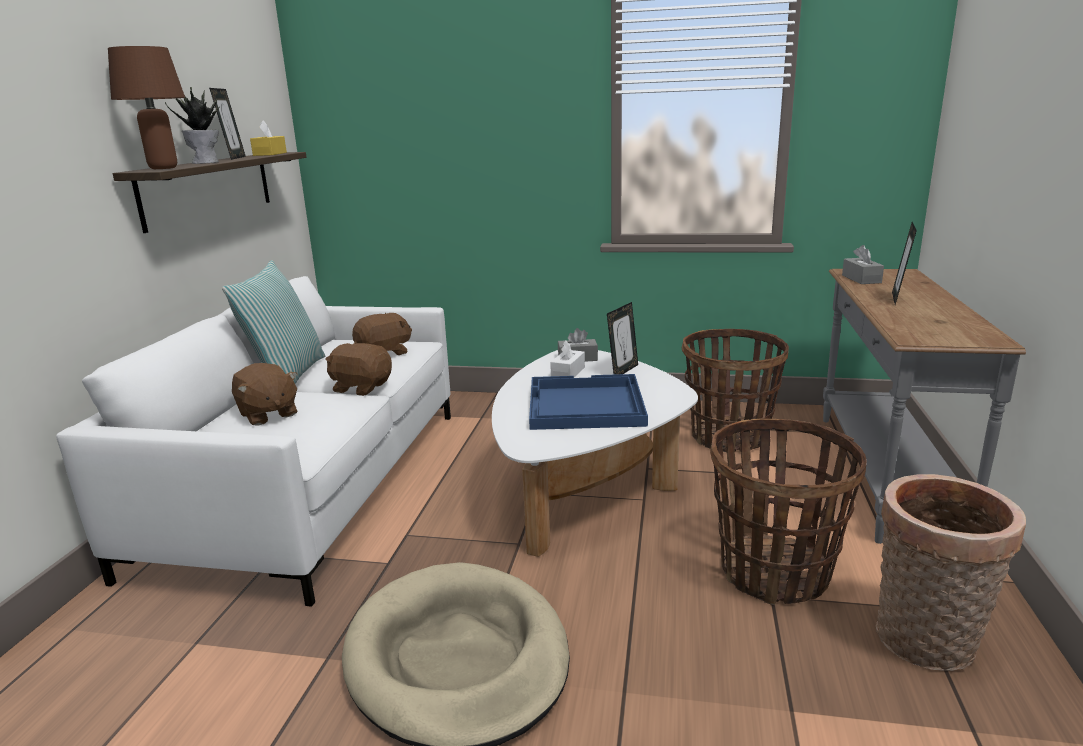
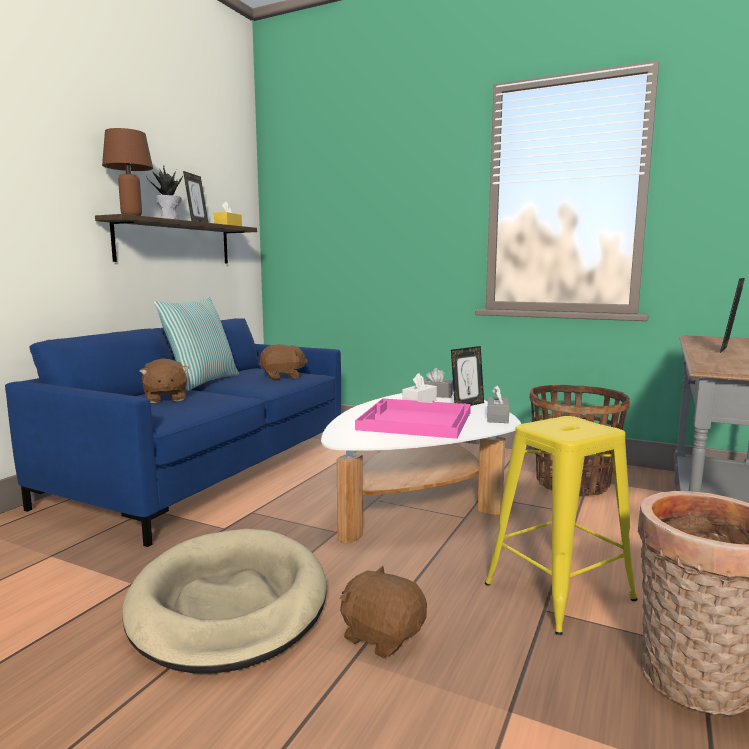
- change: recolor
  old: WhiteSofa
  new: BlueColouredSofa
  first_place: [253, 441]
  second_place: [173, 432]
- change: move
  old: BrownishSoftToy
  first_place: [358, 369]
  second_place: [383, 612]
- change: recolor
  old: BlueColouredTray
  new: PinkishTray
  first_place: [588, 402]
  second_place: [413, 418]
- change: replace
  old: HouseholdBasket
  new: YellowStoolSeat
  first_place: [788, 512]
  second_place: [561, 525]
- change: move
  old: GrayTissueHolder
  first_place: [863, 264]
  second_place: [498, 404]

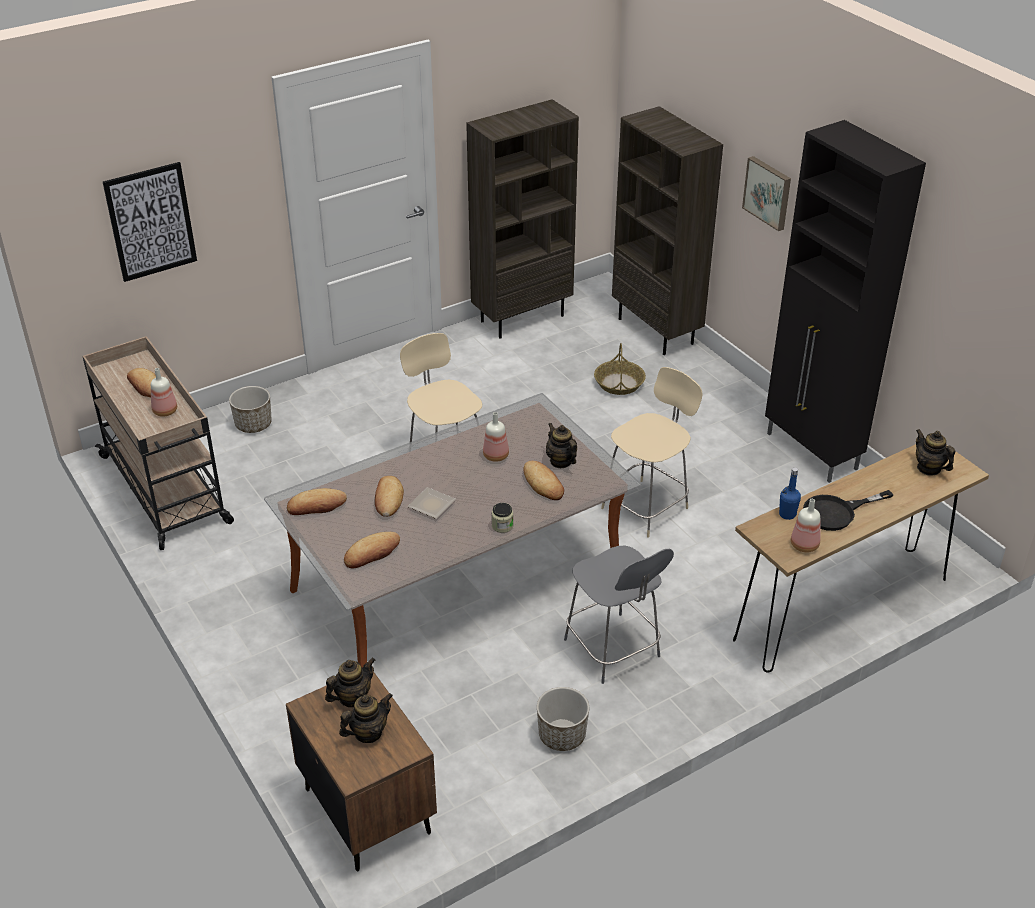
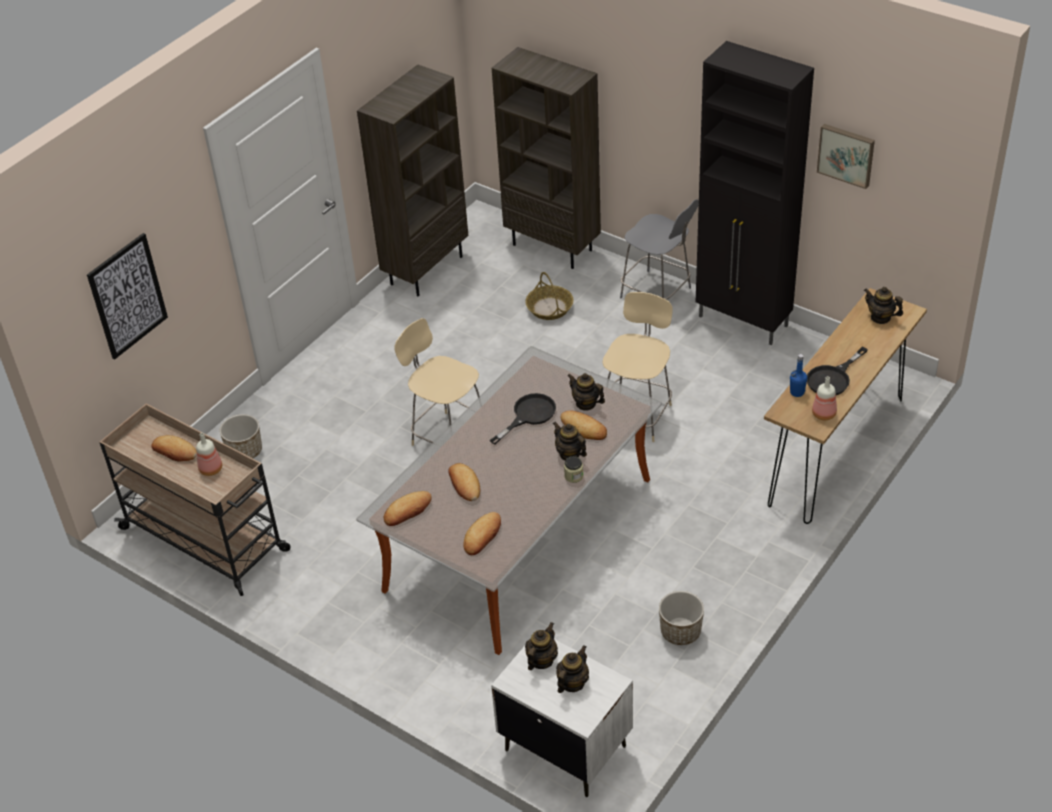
- change: replace
  old: BeverageBottle
  new: BlackColouredSkillet
  first_place: [496, 437]
  second_place: [522, 419]
- change: recolor
  old: BrownishBedsideTable
  new: WhiteBedsideTable
  first_place: [361, 772]
  second_place: [562, 718]
- change: insert
  new: Teapot
  second_place: [570, 441]
- change: move
  old: GrayPlainChair
  first_place: [619, 615]
  second_place: [659, 249]
- change: move
  old: Picture
  first_place: [766, 193]
  second_place: [846, 156]
- change: delete
  old: Plate
  first_place: [432, 503]

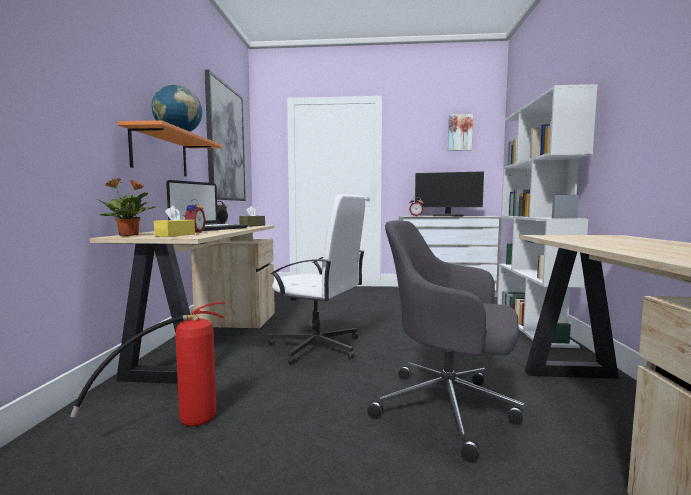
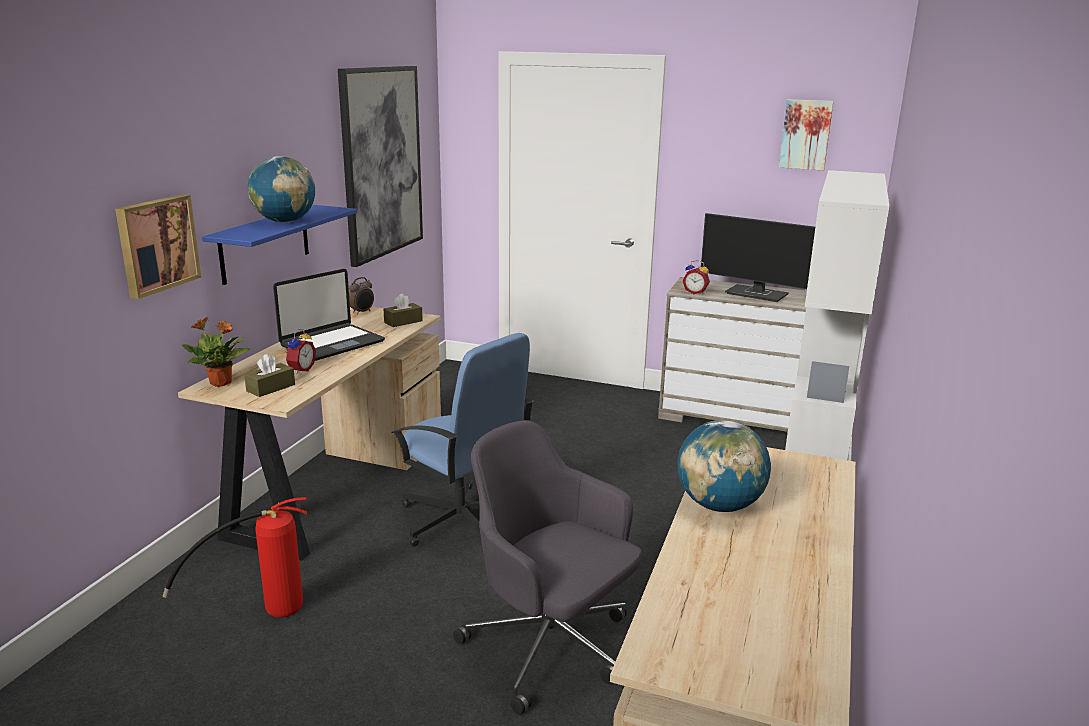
- change: insert
  new: Picture
  second_place: [158, 246]
- change: recolor
  old: OrangeColouredBracketShelf
  new: BlueColouredBracketShelf
  first_place: [170, 148]
  second_place: [279, 245]
- change: recolor
  old: YellowTissueHolder
  new: BrownishTissueHolder
  first_place: [174, 221]
  second_place: [269, 375]
- change: recolor
  old: WhiteComputerChair
  new: BlueColouredComputerChair
  first_place: [316, 279]
  second_place: [463, 440]
- change: insert
  new: WorldGlobe
  second_place: [724, 466]

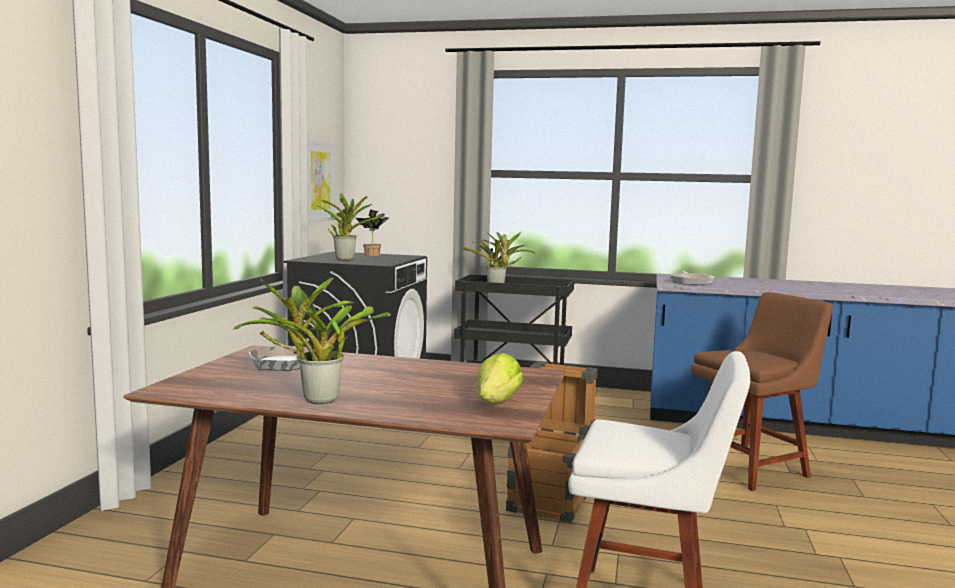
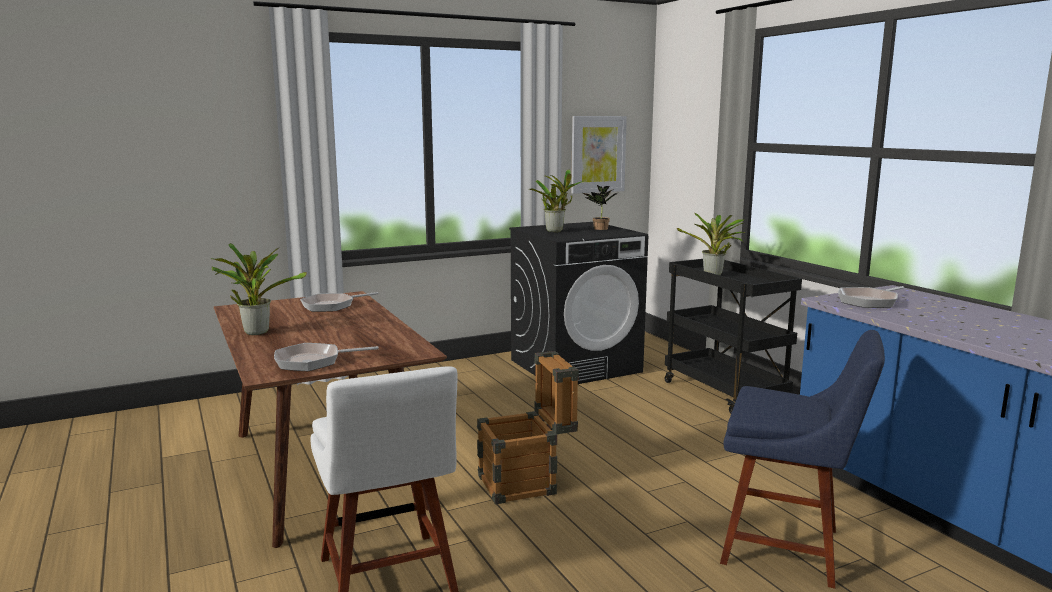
- change: replace
  old: LettuceHead
  new: Skillet
  first_place: [499, 378]
  second_place: [326, 357]
- change: recolor
  old: BrownishPlainChair
  new: BlueColouredPlainChair
  first_place: [762, 391]
  second_place: [802, 459]

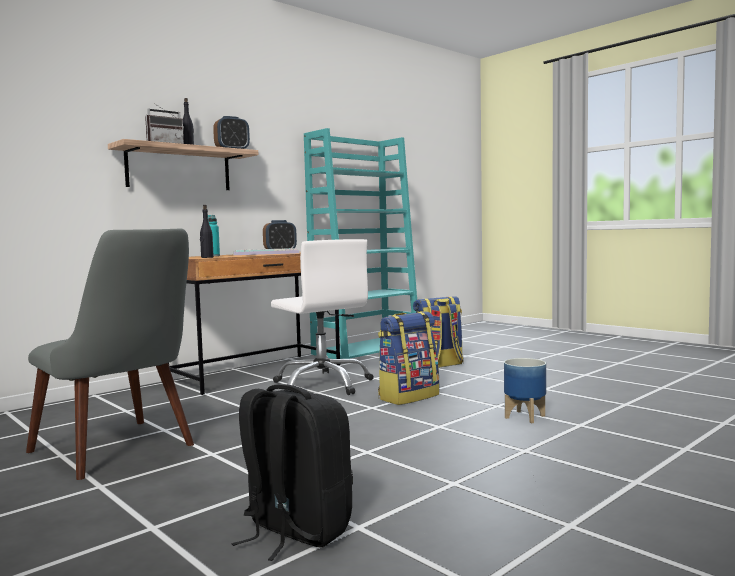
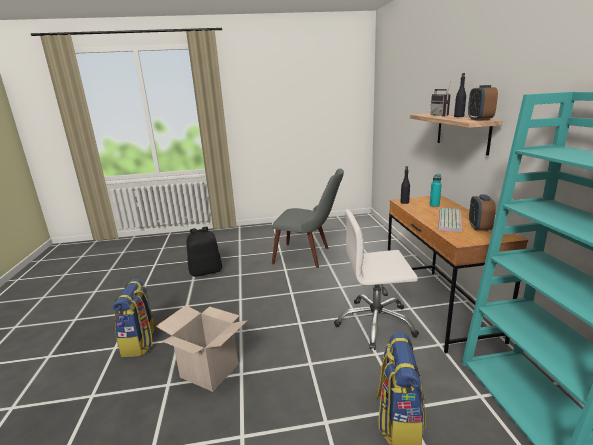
- change: move
  old: Knapsack
  first_place: [408, 358]
  second_place: [136, 318]
- change: replace
  old: PlantPot
  new: PackingBox
  first_place: [525, 390]
  second_place: [202, 348]
- change: rotate
  old: GrayPlainChair
  first_place: [110, 354]
  second_place: [308, 218]
  degrees: -150

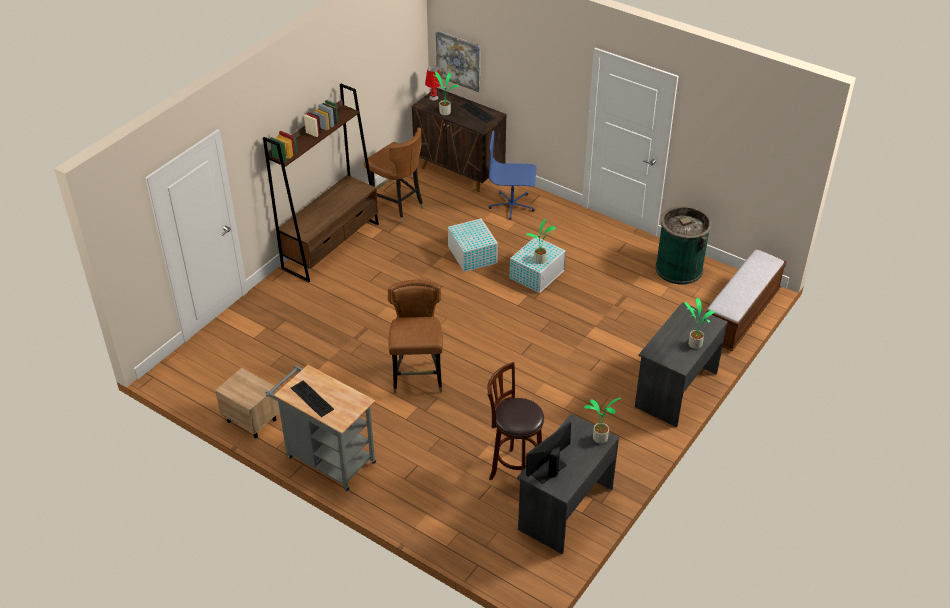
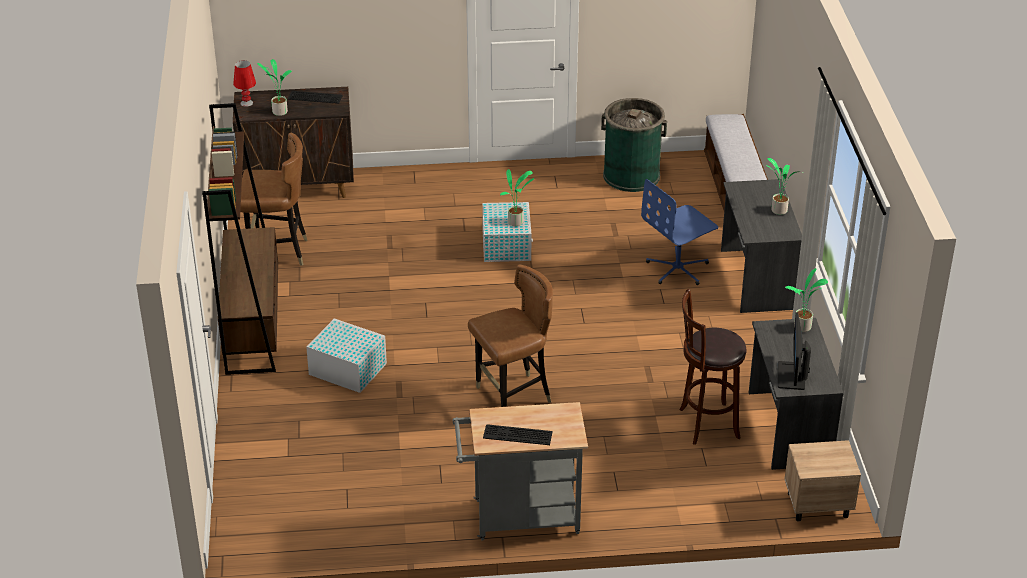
- change: move
  old: WhiteStorageBin
  first_place: [473, 245]
  second_place: [346, 355]
- change: rotate
  old: BrownishPlainChair
  first_place: [415, 337]
  second_place: [510, 336]
  degrees: 105
- change: move
  old: BlueColouredComputerChair
  first_place: [513, 175]
  second_place: [679, 232]
- change: move
  old: BeigeBedsideTable
  first_place: [247, 403]
  second_place: [822, 481]
- change: delete
  old: Picture
  first_place: [458, 61]

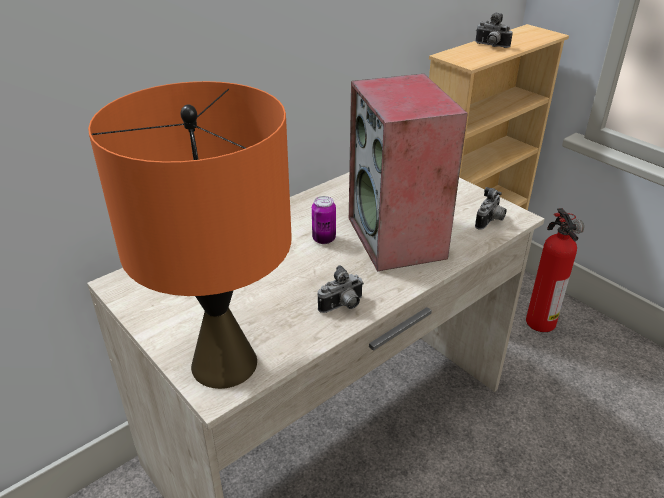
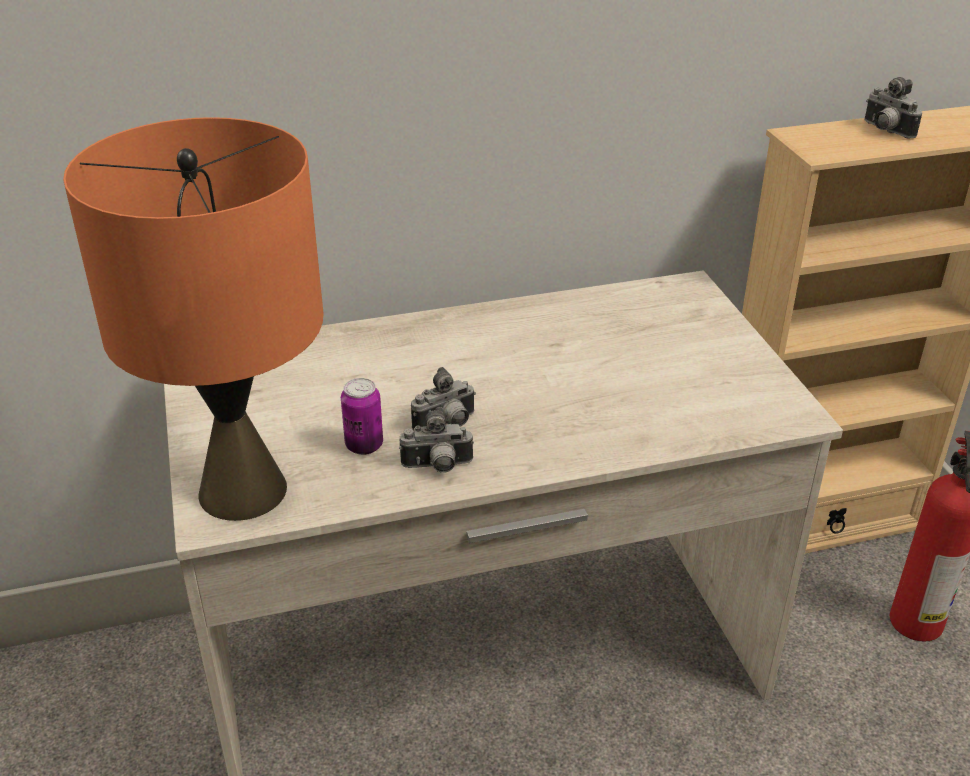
- change: move
  old: Can
  first_place: [324, 220]
  second_place: [362, 416]
- change: move
  old: PhotoCamera
  first_place: [491, 208]
  second_place: [443, 399]
- change: delete
  old: Speaker
  first_place: [408, 172]

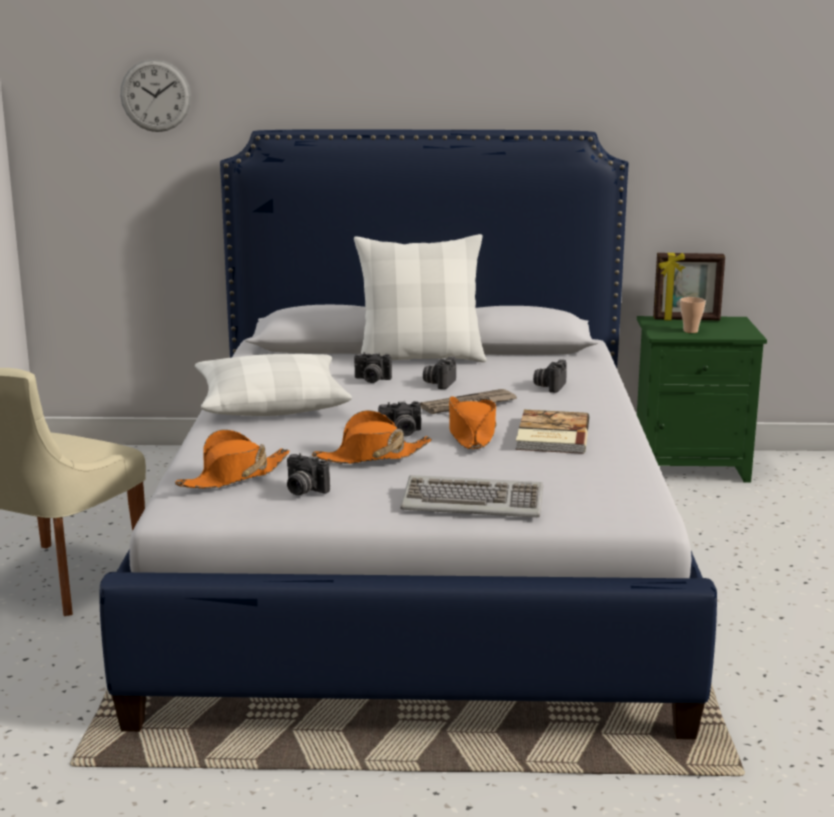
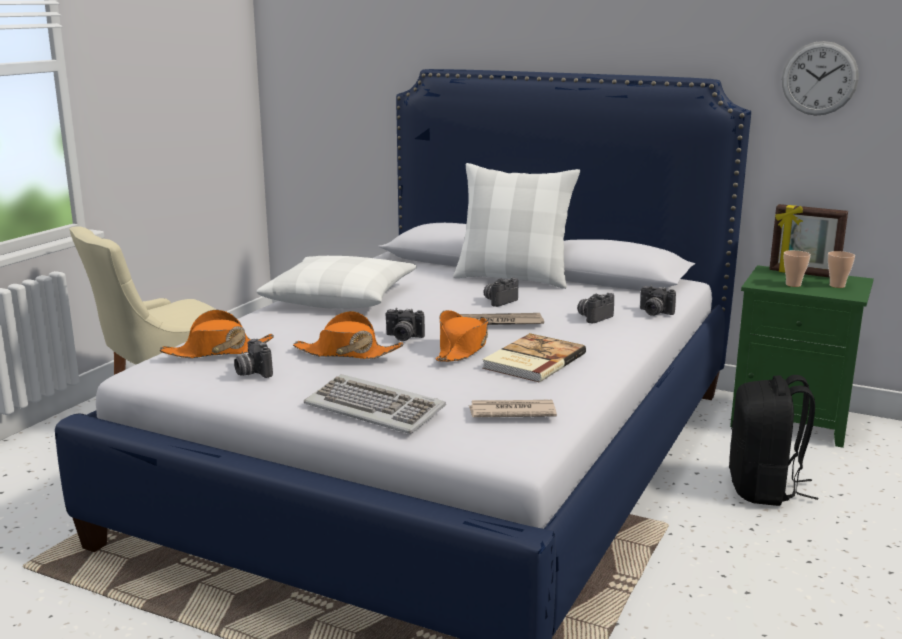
- change: insert
  new: PrintedPaper
  second_place: [513, 408]
- change: move
  old: PhotoCamera
  first_place: [373, 367]
  second_place: [658, 300]
- change: insert
  new: BlackColouredKnapsack
  second_place: [773, 440]
- change: move
  old: HangingClock
  first_place: [155, 95]
  second_place: [820, 78]
- change: insert
  new: DrinkingCup
  second_place: [841, 269]

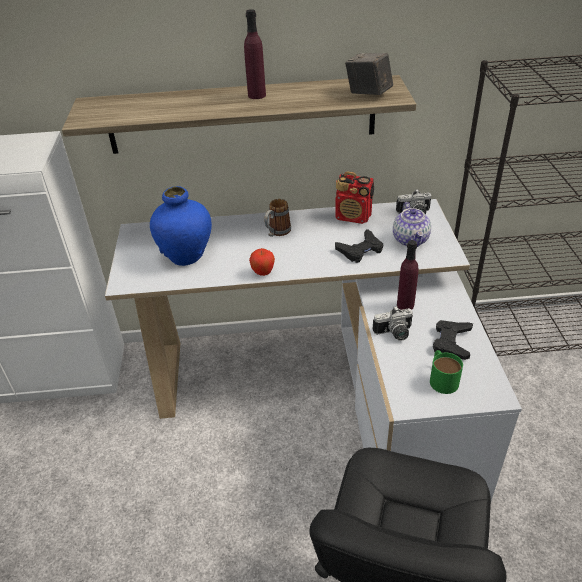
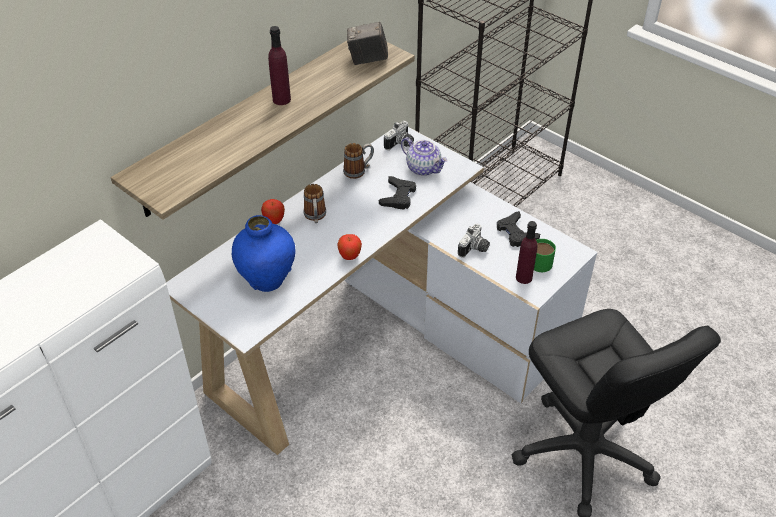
- change: insert
  new: AppleFruit
  second_place: [273, 211]
- change: replace
  old: RadioSet
  new: Mug
  first_place: [355, 197]
  second_place: [358, 161]
- change: move
  old: PurpleColouredBeverageBottle
  first_place: [408, 275]
  second_place: [526, 252]

